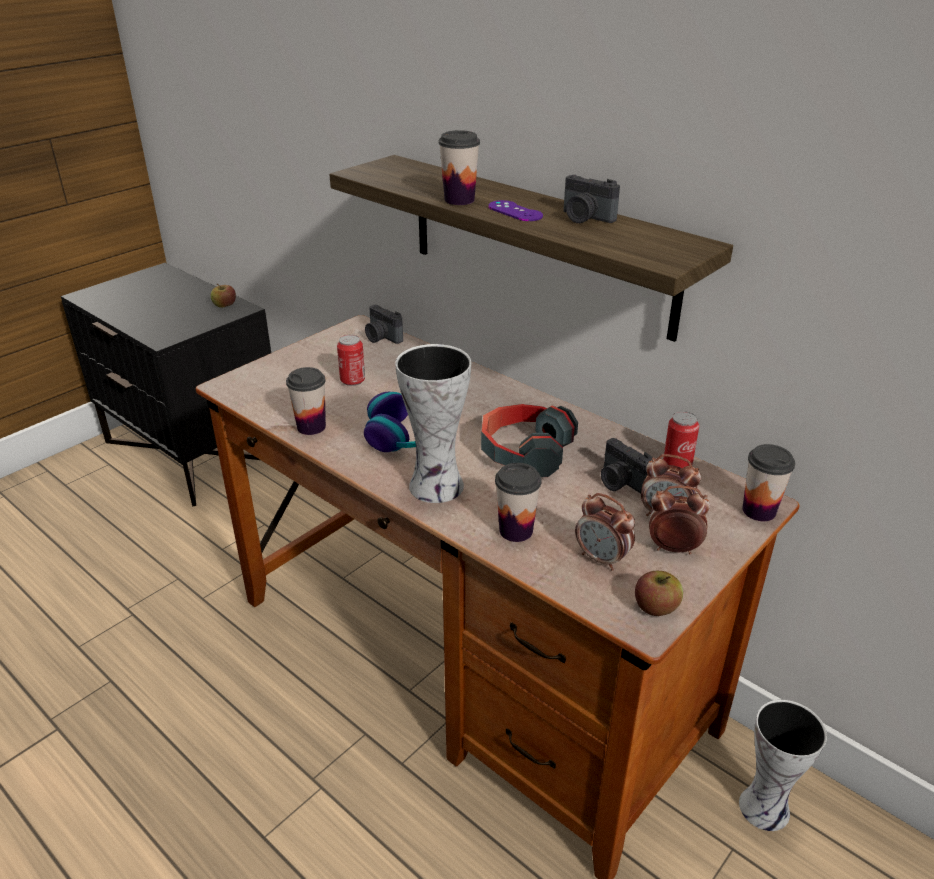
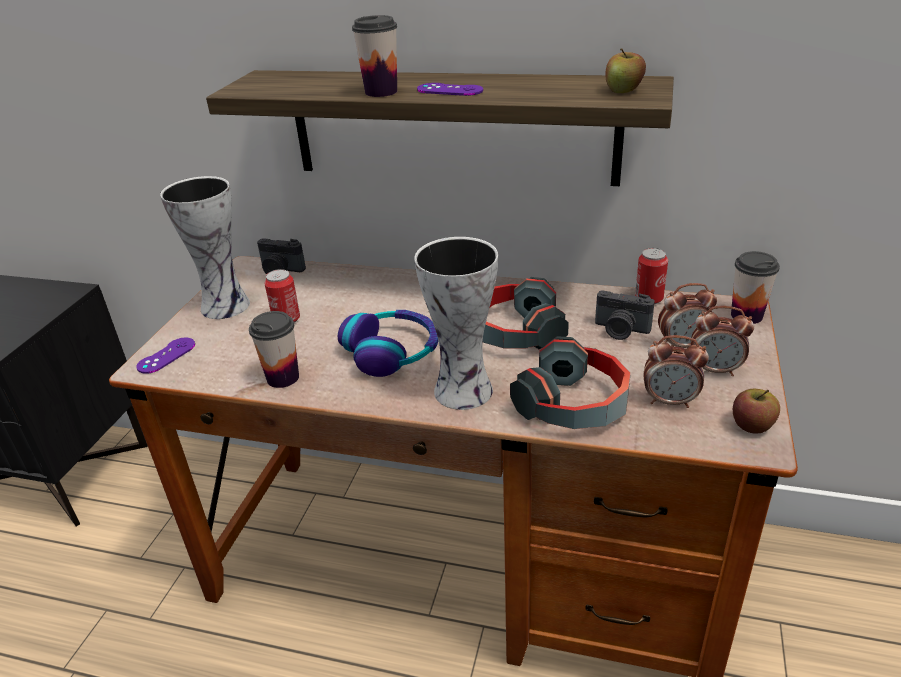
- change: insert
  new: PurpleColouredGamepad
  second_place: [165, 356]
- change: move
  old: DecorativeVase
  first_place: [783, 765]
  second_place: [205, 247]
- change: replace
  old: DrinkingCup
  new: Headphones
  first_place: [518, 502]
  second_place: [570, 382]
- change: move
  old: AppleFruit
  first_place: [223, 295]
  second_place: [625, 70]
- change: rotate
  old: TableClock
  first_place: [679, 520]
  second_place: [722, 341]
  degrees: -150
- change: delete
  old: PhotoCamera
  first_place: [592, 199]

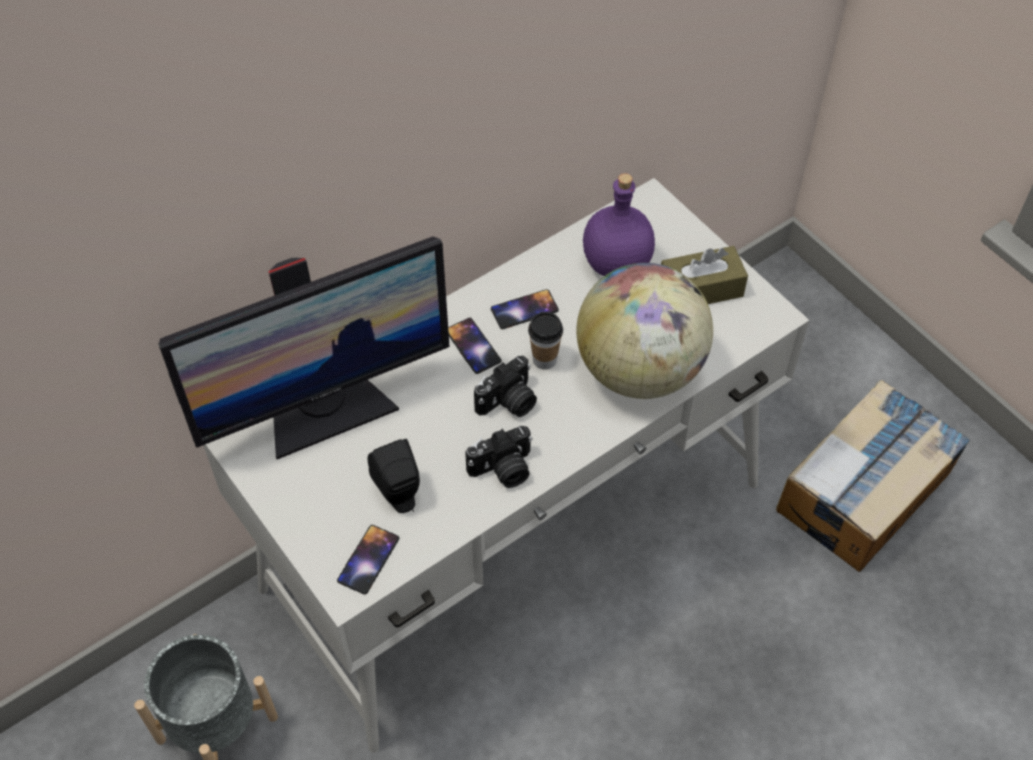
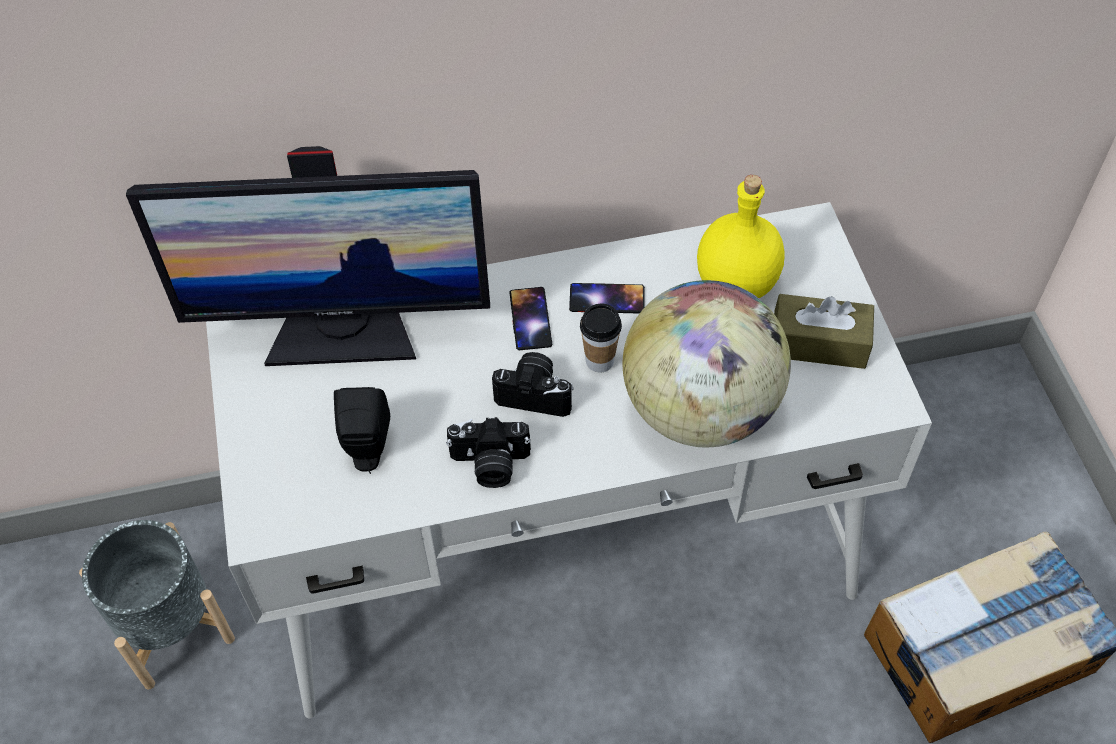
- change: rotate
  old: PhotoCamera
  first_place: [505, 386]
  second_place: [533, 384]
  degrees: -150
- change: recolor
  old: PurpleColouredBeverageBottle
  new: YellowBeverageBottle
  first_place: [619, 224]
  second_place: [741, 236]
- change: delete
  old: Telephone
  first_place: [368, 559]

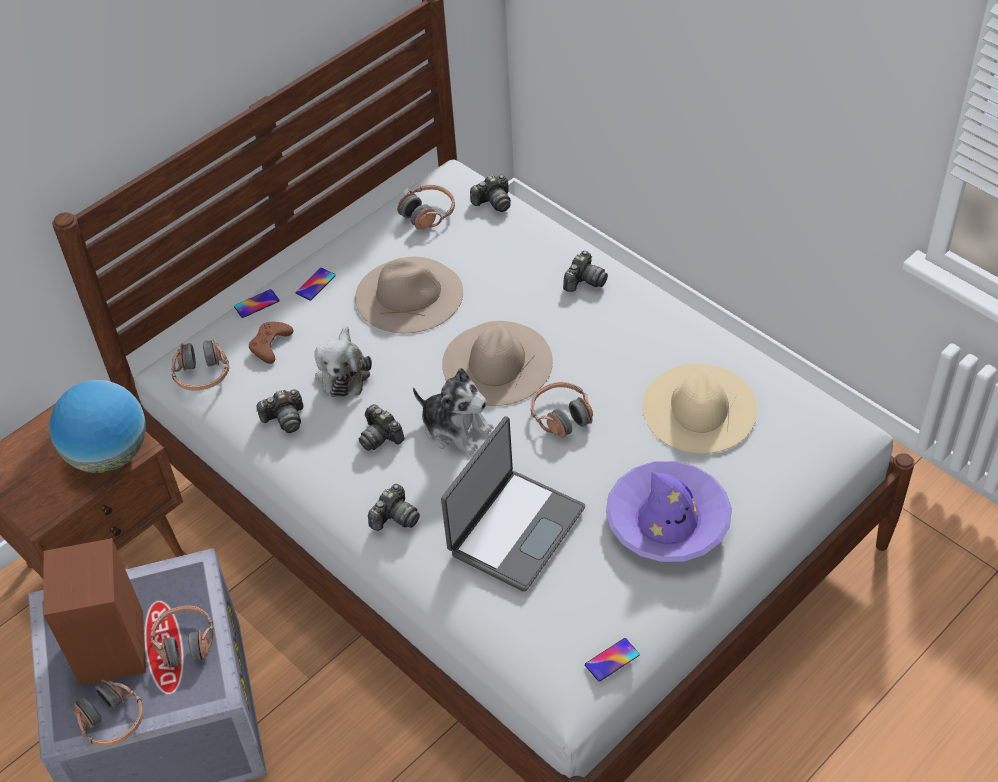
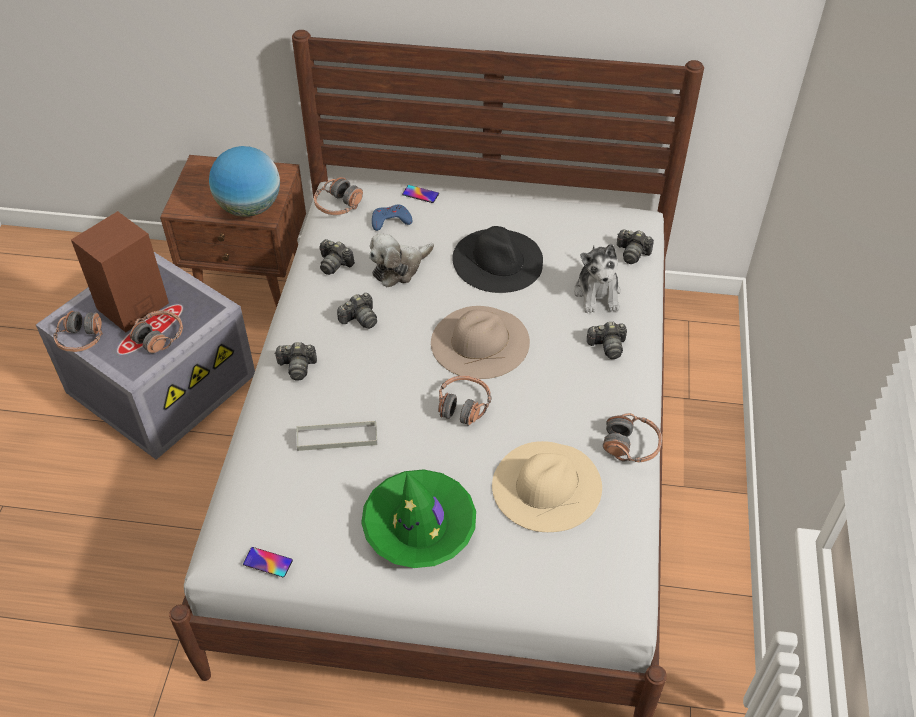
- change: replace
  old: NotebookComputer
  new: GrayTray
  first_place: [513, 504]
  second_place: [336, 435]
- change: rotate
  old: PhotoCamera
  first_place: [382, 427]
  second_place: [357, 311]
  degrees: -135
- change: recolor
  old: PurpleColouredWearableHat
  new: GreenColouredWearableHat
  first_place: [669, 511]
  second_place: [418, 518]
- change: recolor
  old: BrownishGamepad
  new: BlueColouredGamepad
  first_place: [271, 343]
  second_place: [392, 218]
- change: recolor
  old: BeigeWearableHat
  new: BlackColouredWearableHat
  first_place: [409, 295]
  second_place: [497, 259]
- change: move
  old: SoftToy
  first_place: [453, 411]
  second_place: [597, 278]
- change: move
  old: Headphones
  first_place: [426, 207]
  second_place: [632, 437]
- change: delete
  old: Telephone
  first_place: [316, 284]

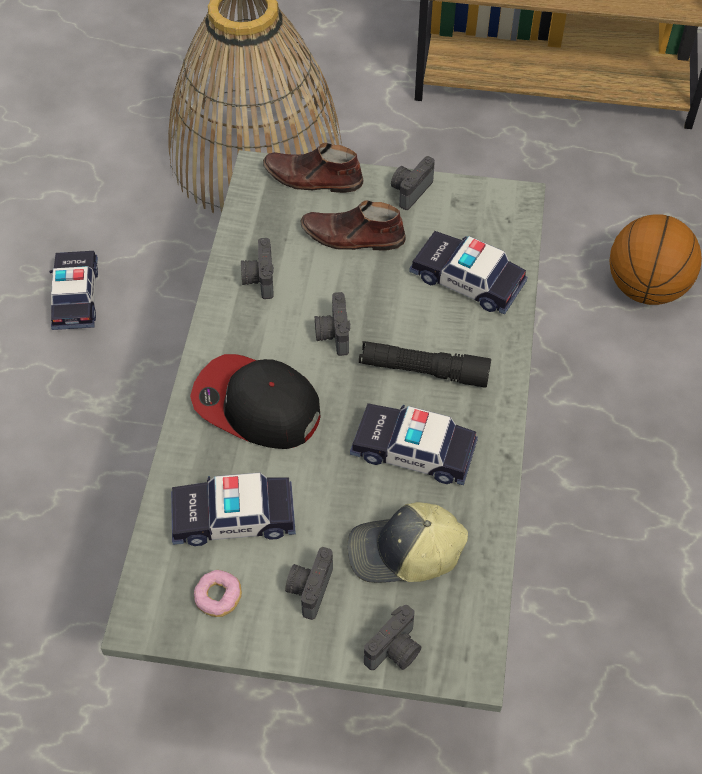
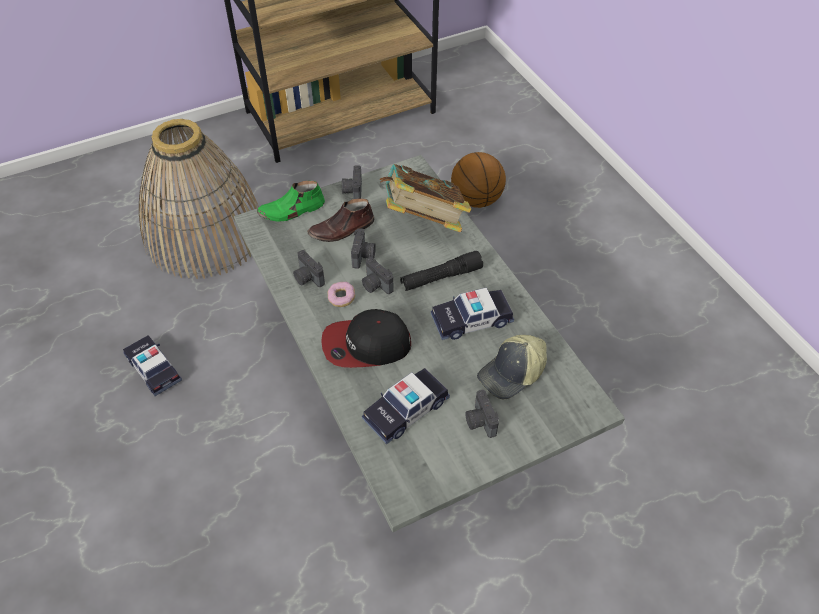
- change: recolor
  old: BrownishItemOfFootwear
  new: GreenColouredItemOfFootwear
  first_place: [313, 167]
  second_place: [291, 201]
- change: move
  old: Donut
  first_place: [218, 593]
  second_place: [341, 294]
- change: move
  old: PhotoCamera
  first_place: [392, 637]
  second_place: [363, 248]
- change: replace
  old: MiniatureCar
  new: Volume
  first_place: [468, 273]
  second_place: [425, 198]

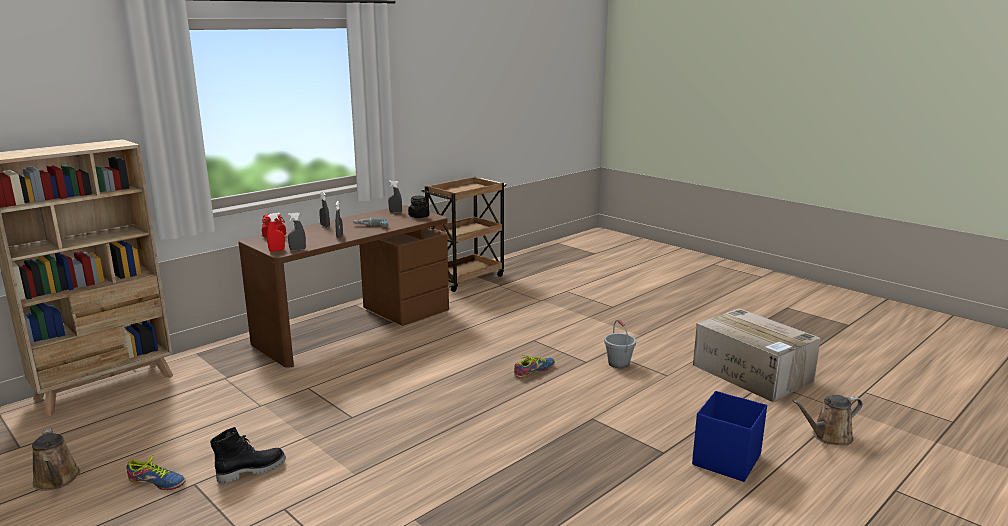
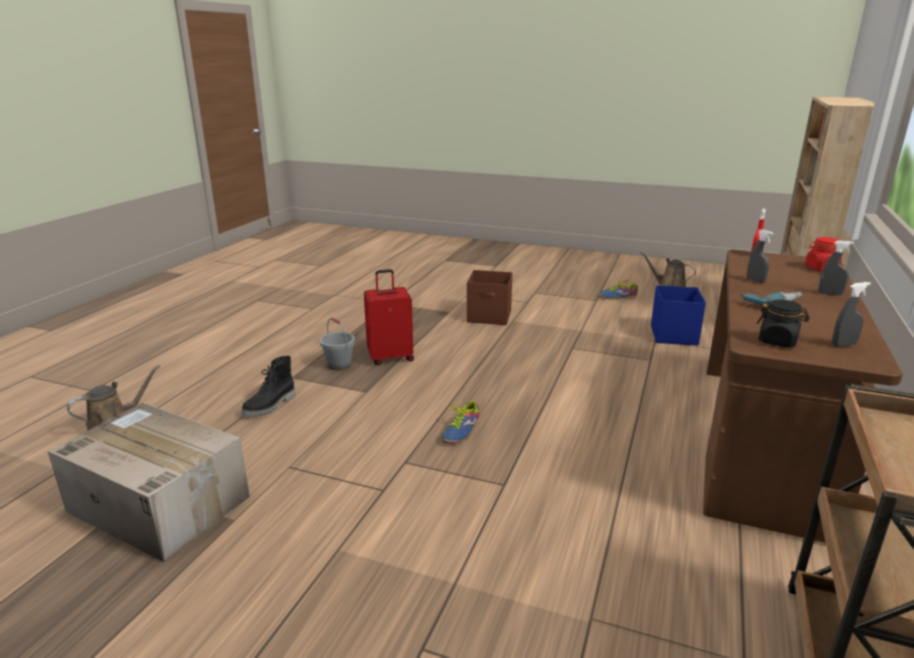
- change: move
  old: BlackColouredHighTopBoot
  first_place: [248, 455]
  second_place: [268, 386]
- change: move
  old: GrayBucket
  first_place: [620, 343]
  second_place: [337, 343]
- change: insert
  new: RedColouredTravelCase
  second_place: [389, 317]
- change: insert
  new: BrownishStorageBin
  second_place: [489, 297]
- change: move
  old: BlueColouredStorageBin
  first_place: [729, 436]
  second_place: [678, 315]
- change: delete
  old: GraySprayer
  first_place: [297, 232]

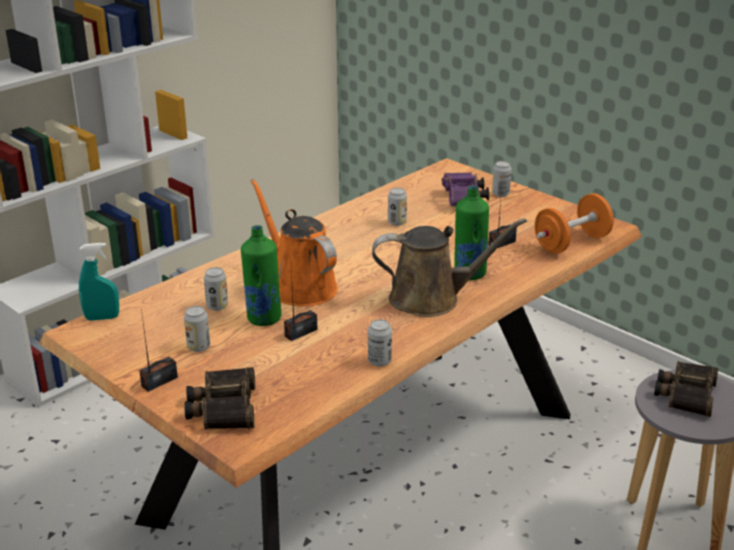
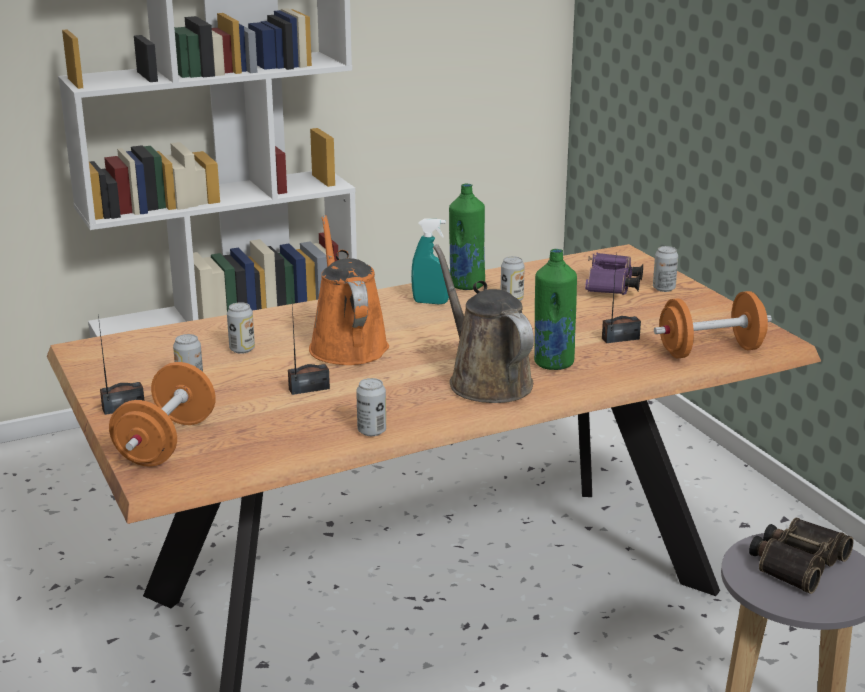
- change: replace
  old: PairOfBinoculars
  new: OrangeColouredDumbbell
  first_place: [219, 398]
  second_place: [162, 414]
- change: move
  old: TurquoiseSprayer
  first_place: [99, 282]
  second_place: [430, 261]
- change: rotate
  old: BrownishWateringCan
  first_place: [449, 267]
  second_place: [483, 323]
  degrees: -135
- change: move
  old: GreenColouredBeverageBottle
  first_place: [261, 275]
  second_place: [467, 236]

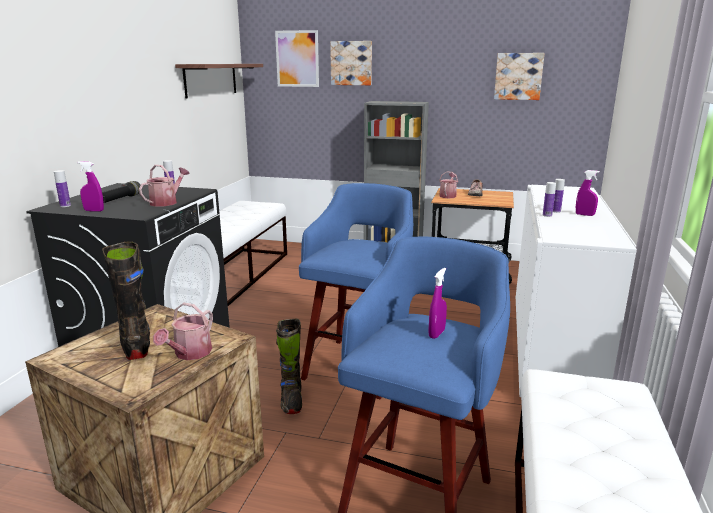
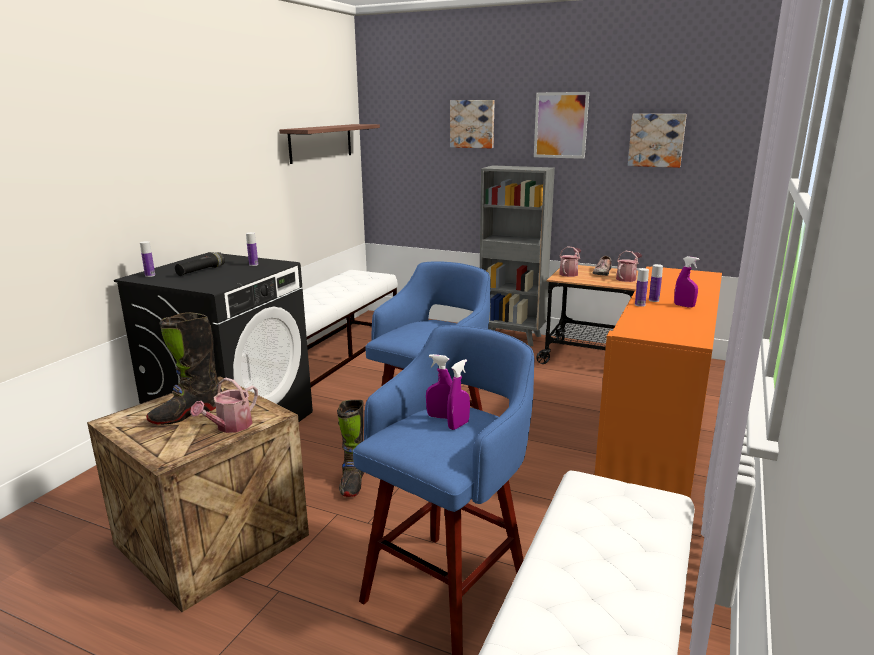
- change: rotate
  old: BlackColouredHighTopBoot
  first_place: [126, 300]
  second_place: [184, 368]
  degrees: -120
- change: move
  old: PurpleColouredSprayer
  first_place: [90, 186]
  second_place: [439, 386]
- change: move
  old: Picture
  first_place: [297, 58]
  second_place: [561, 125]
- change: recolor
  old: WhiteStorageCabinet
  new: OrangeColouredStorageCabinet
  first_place: [576, 291]
  second_place: [658, 382]
- change: move
  old: WateringCan
  first_place: [164, 186]
  second_place: [629, 266]

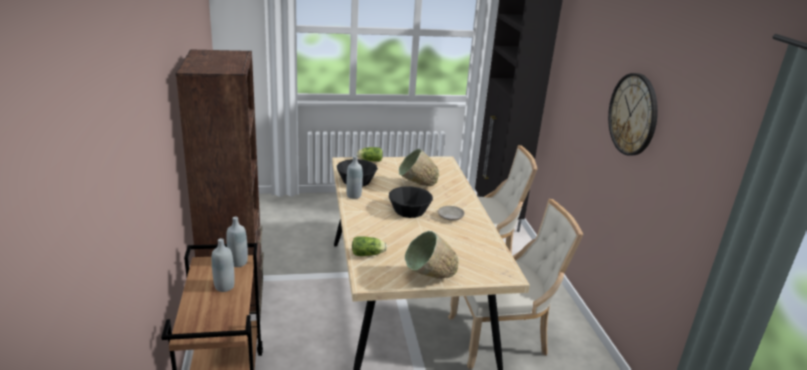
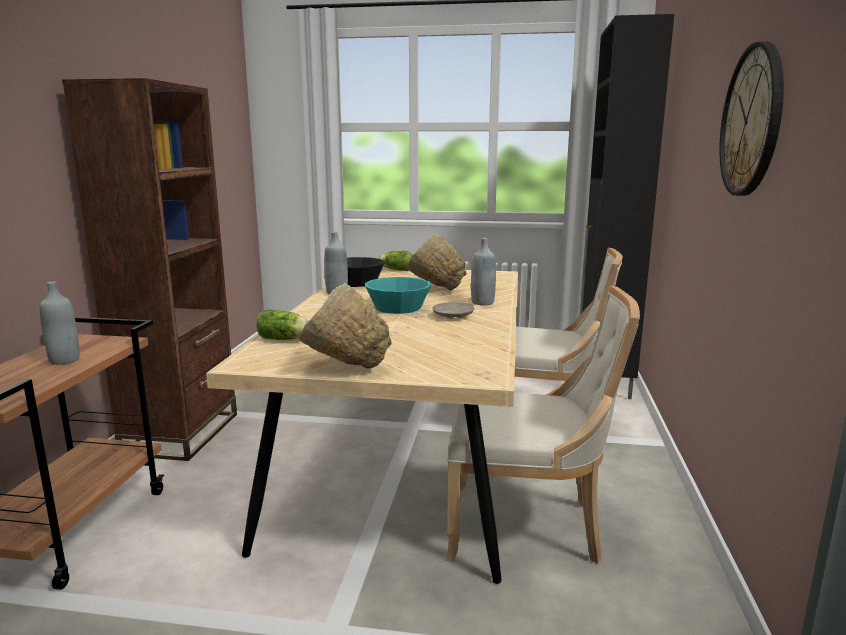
- change: recolor
  old: BlackColouredServingBowl
  new: TurquoiseServingBowl
  first_place: [411, 202]
  second_place: [398, 295]
- change: move
  old: GrayBeverageBottle
  first_place: [237, 242]
  second_place: [483, 271]

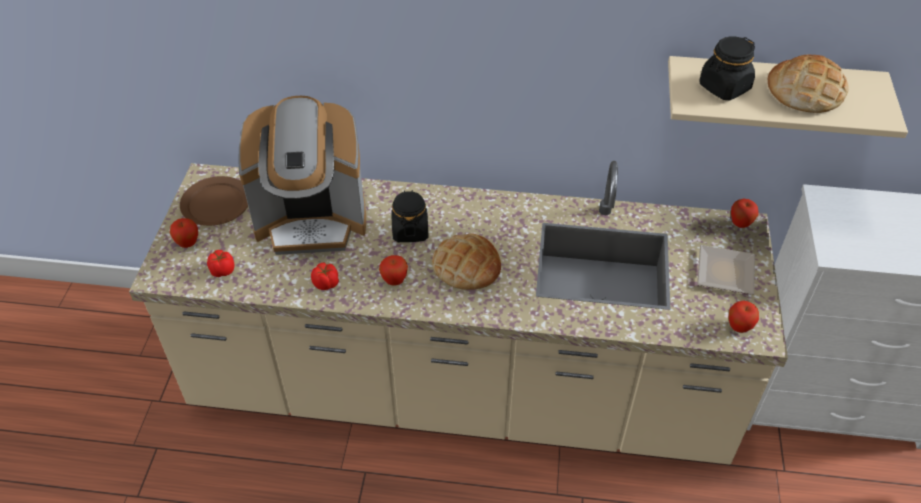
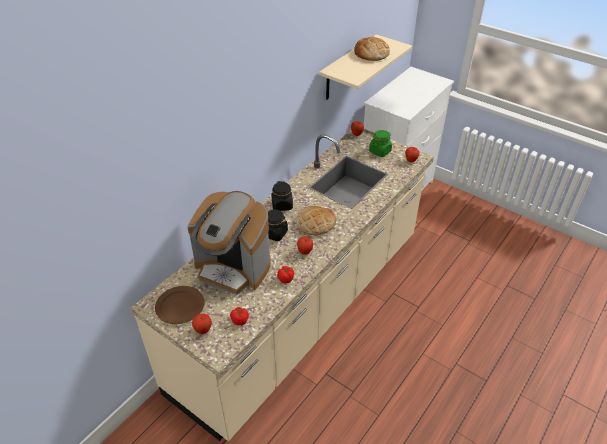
- change: rotate
  old: CoffeeMachine
  first_place: [302, 175]
  second_place: [229, 243]
  degrees: 90
- change: move
  old: BlackColouredJar
  first_place: [727, 68]
  second_place: [282, 196]
- change: replace
  old: Plate
  new: GreenColouredJar
  first_place: [726, 270]
  second_place: [380, 143]

